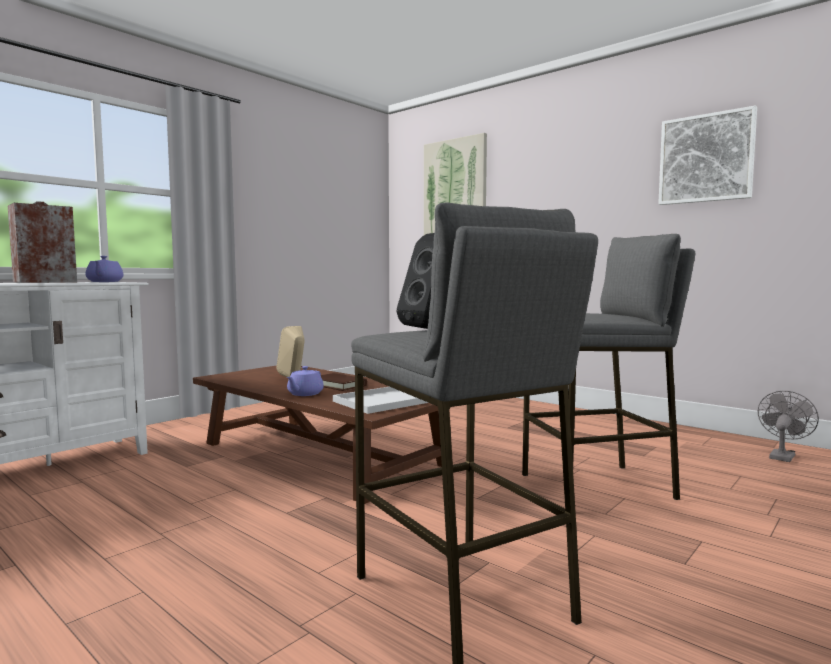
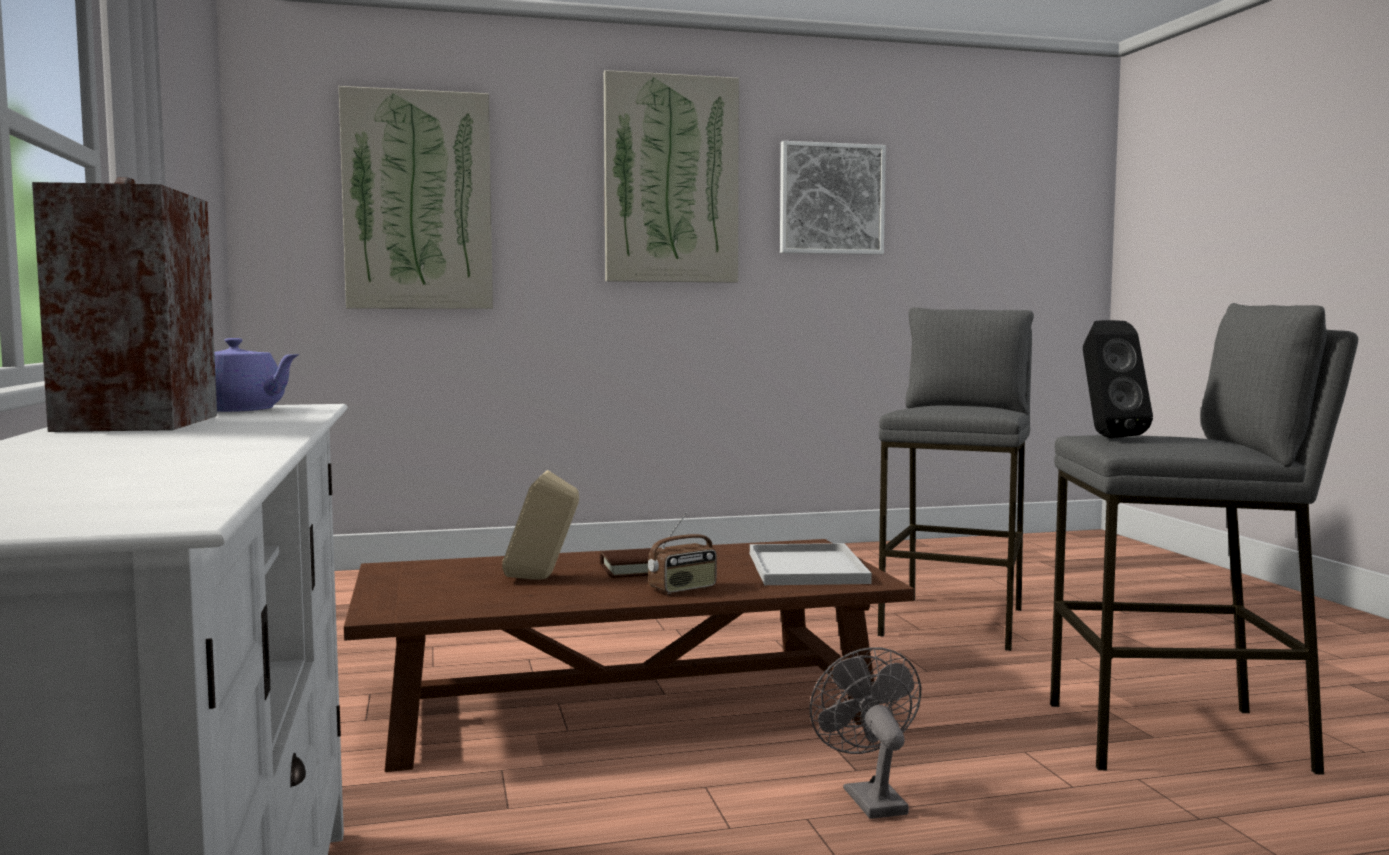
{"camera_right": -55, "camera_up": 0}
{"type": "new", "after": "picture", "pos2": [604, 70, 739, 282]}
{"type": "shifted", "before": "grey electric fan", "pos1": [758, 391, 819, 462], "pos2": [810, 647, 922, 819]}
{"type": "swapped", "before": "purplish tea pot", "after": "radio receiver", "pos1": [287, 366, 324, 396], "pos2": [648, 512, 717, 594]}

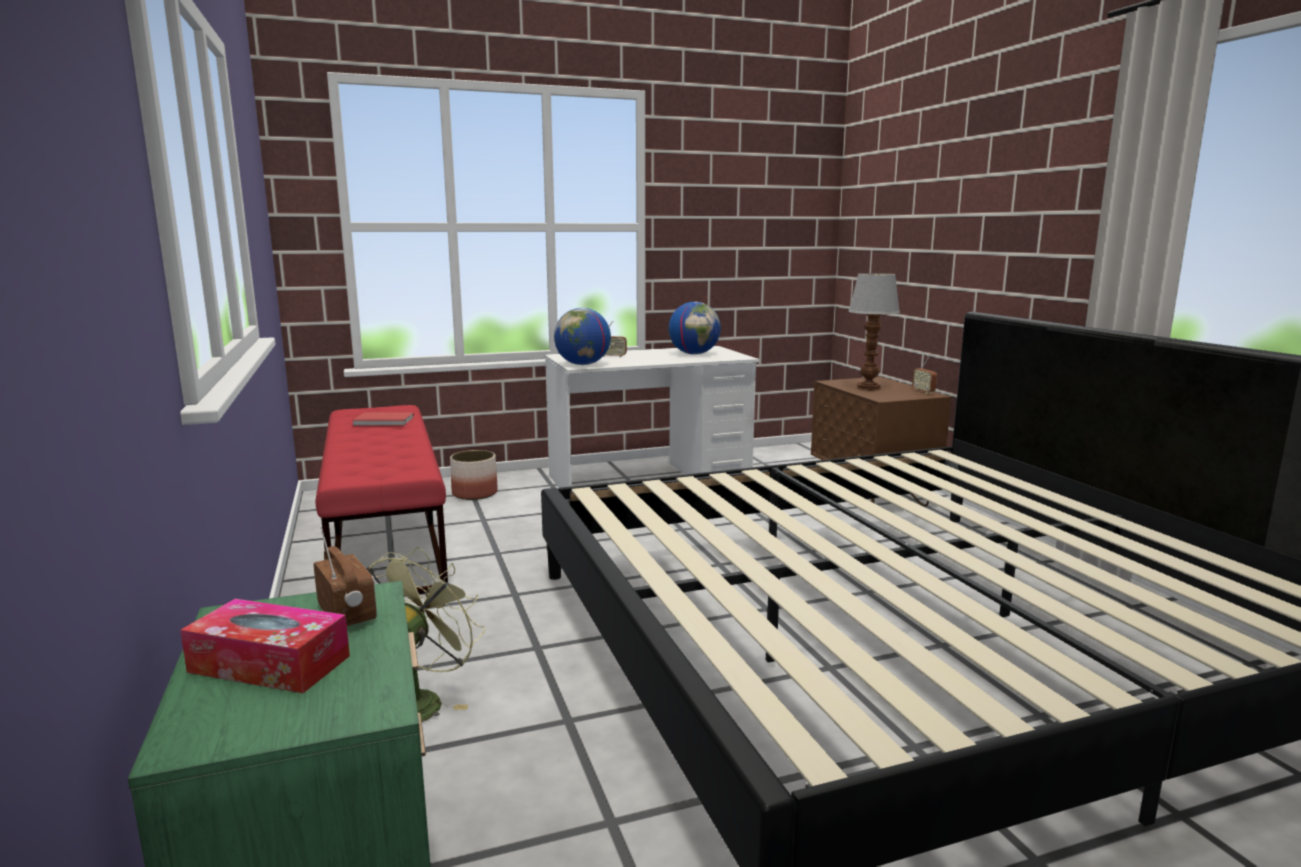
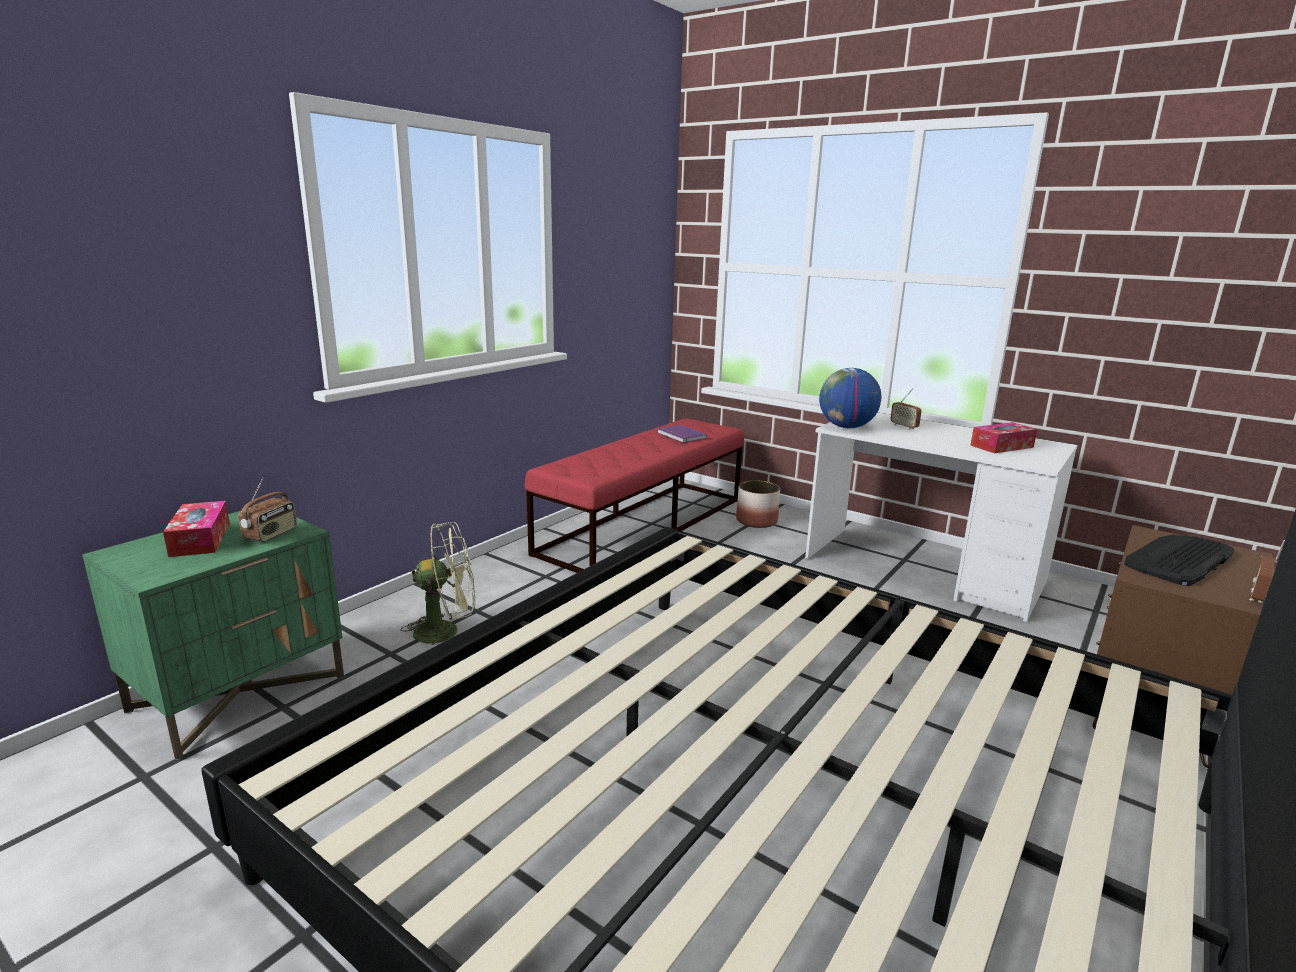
{"camera_right": 55, "camera_up": 5}
{"type": "swapped", "before": "globe", "after": "box of tissues", "pos1": [669, 302, 721, 355], "pos2": [970, 422, 1037, 453]}
{"type": "swapped", "before": "tabletop lamp", "after": "keyboard", "pos1": [848, 273, 900, 391], "pos2": [1124, 535, 1235, 586]}
{"type": "repainted", "before": "reddish book", "after": "purplish book", "pos1": [352, 412, 414, 426], "pos2": [657, 425, 707, 443]}

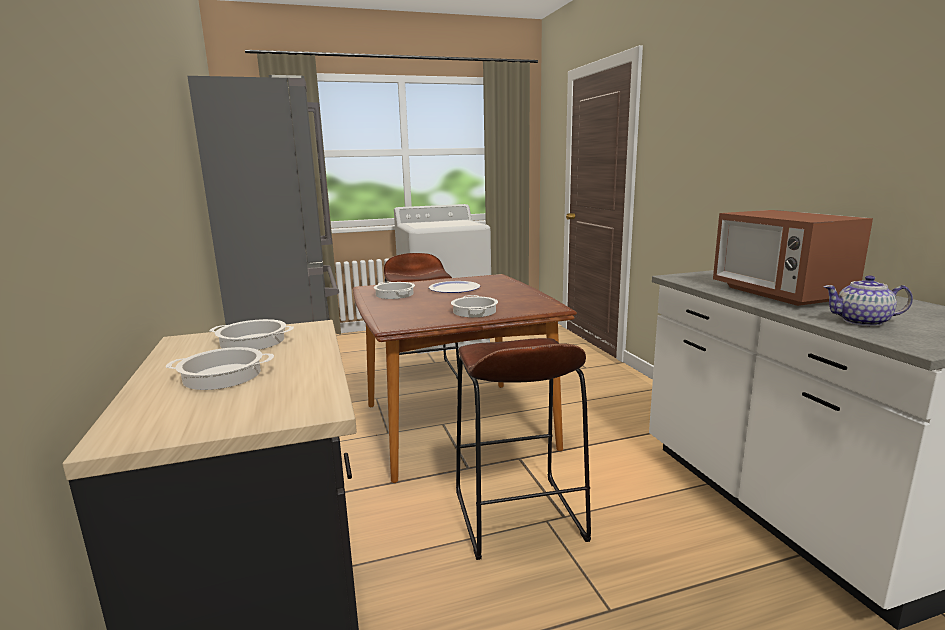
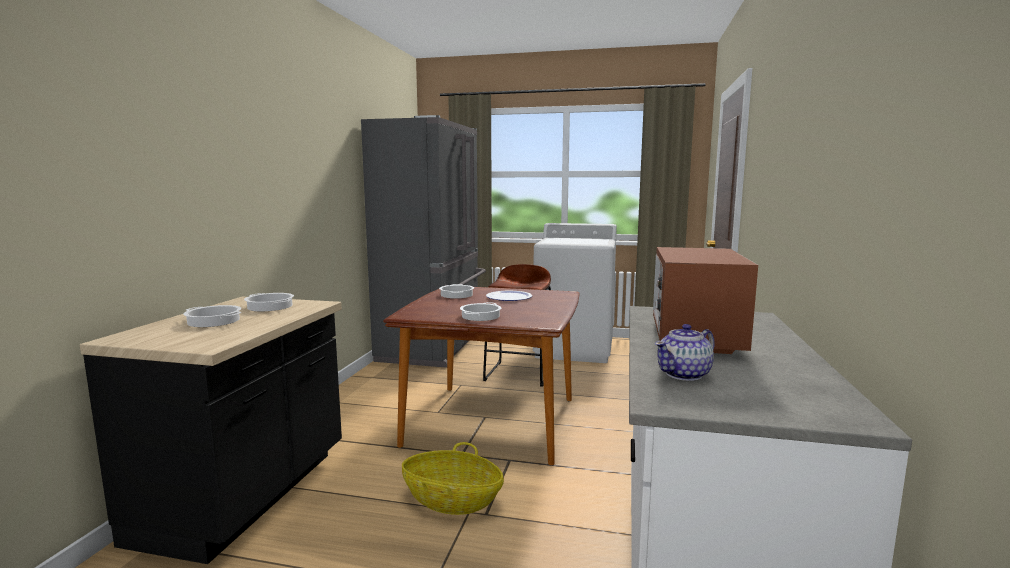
{"camera_right": 30, "camera_up": -5}
{"type": "swapped", "before": "brown stool seat", "after": "household basket", "pos1": [456, 338, 591, 560], "pos2": [402, 442, 504, 515]}
{"type": "rotated", "before": "tea pot", "pos1": [823, 275, 913, 327], "pos2": [655, 324, 714, 381], "turn": -75}

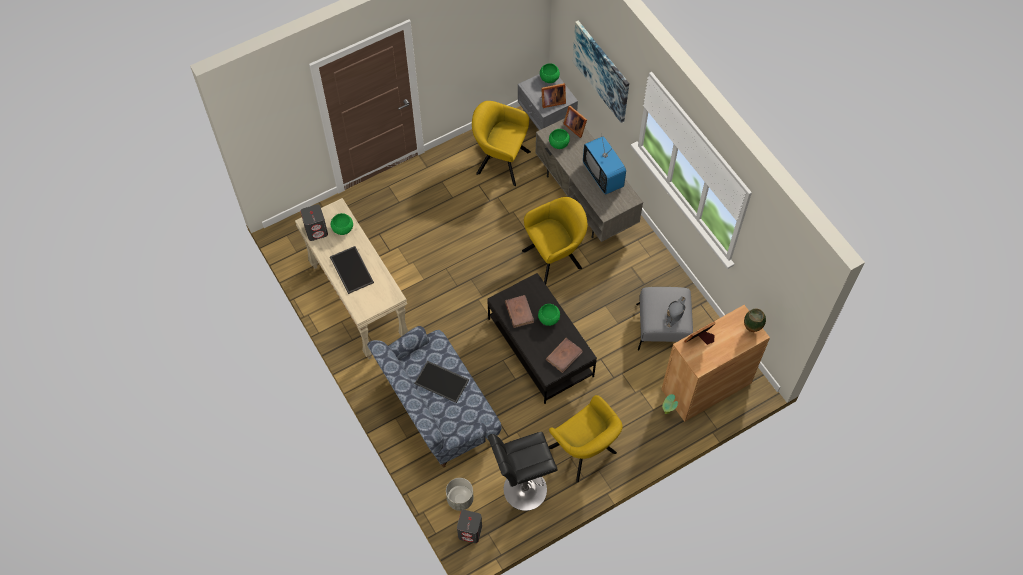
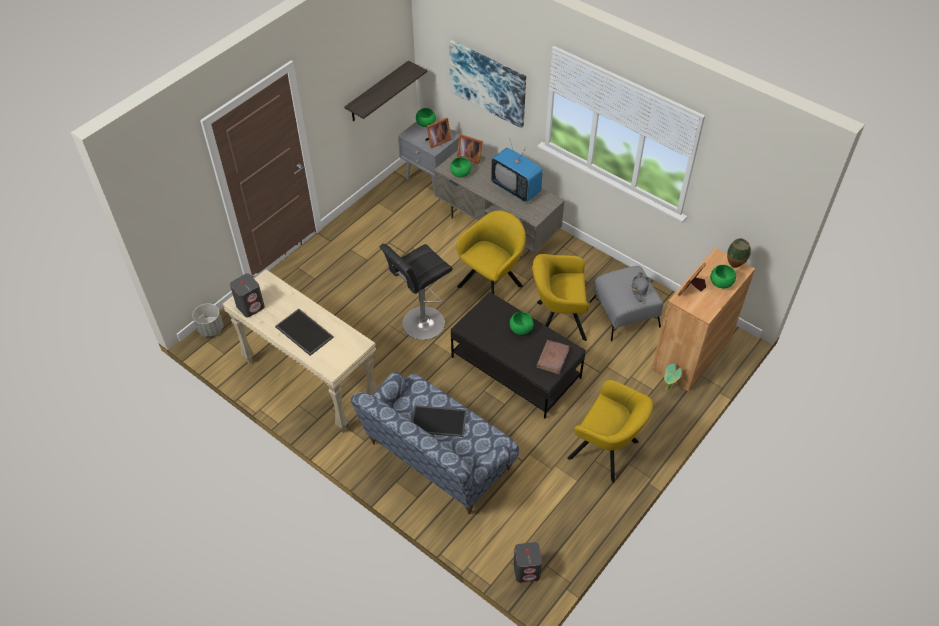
{"camera_right": -20, "camera_up": -10}
{"type": "gone", "before": "brown book", "pos1": [505, 295, 534, 328]}
{"type": "new", "after": "bracket shelf", "pos2": [344, 61, 427, 122]}
{"type": "shifted", "before": "green-coloured serving bowl", "pos1": [331, 213, 353, 235], "pos2": [710, 265, 736, 288]}
{"type": "shifted", "before": "grey plant pot", "pos1": [446, 478, 474, 511], "pos2": [193, 304, 223, 337]}
{"type": "shifted", "before": "yellow-coloured easy chair", "pos1": [472, 101, 531, 186], "pos2": [532, 254, 589, 341]}
{"type": "shifted", "before": "blackish stool seat", "pos1": [488, 432, 558, 511], "pos2": [380, 244, 452, 340]}

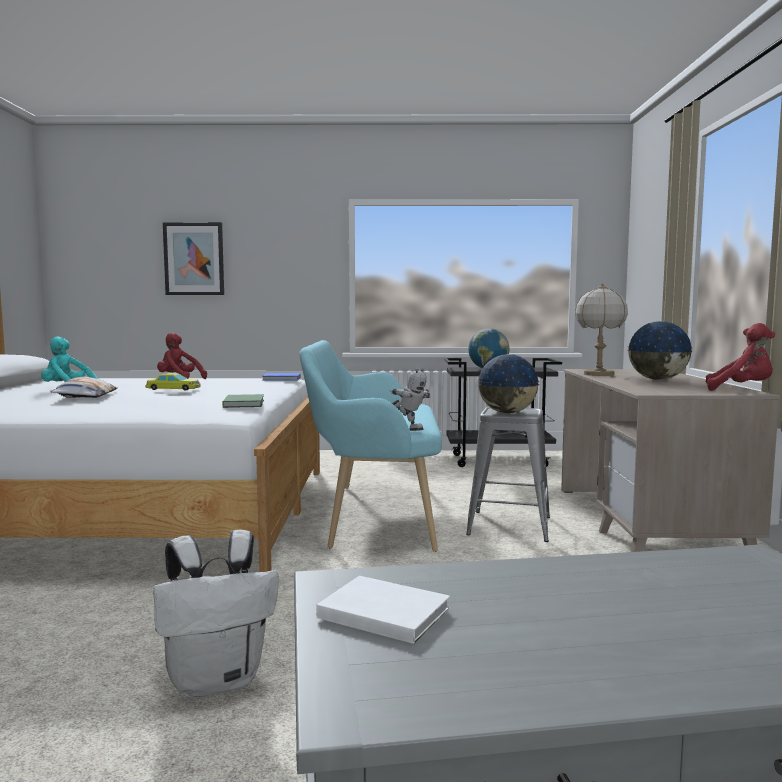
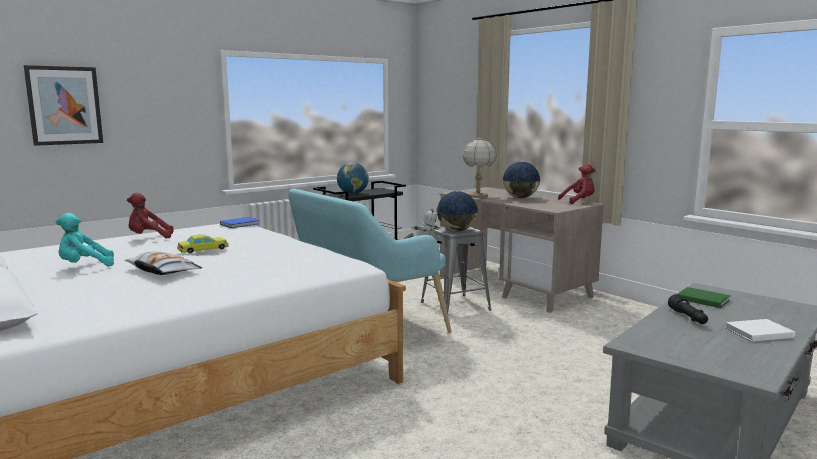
{"camera_right": -40, "camera_up": 5}
{"type": "gone", "before": "white-coloured rucksack", "pos1": [153, 530, 279, 698]}
{"type": "new", "after": "blackish flashlight", "pos2": [668, 294, 708, 324]}
{"type": "shifted", "before": "green-coloured book", "pos1": [222, 394, 264, 408], "pos2": [677, 287, 731, 308]}
{"type": "shifted", "before": "white-coloured book", "pos1": [316, 576, 450, 644], "pos2": [725, 319, 795, 342]}

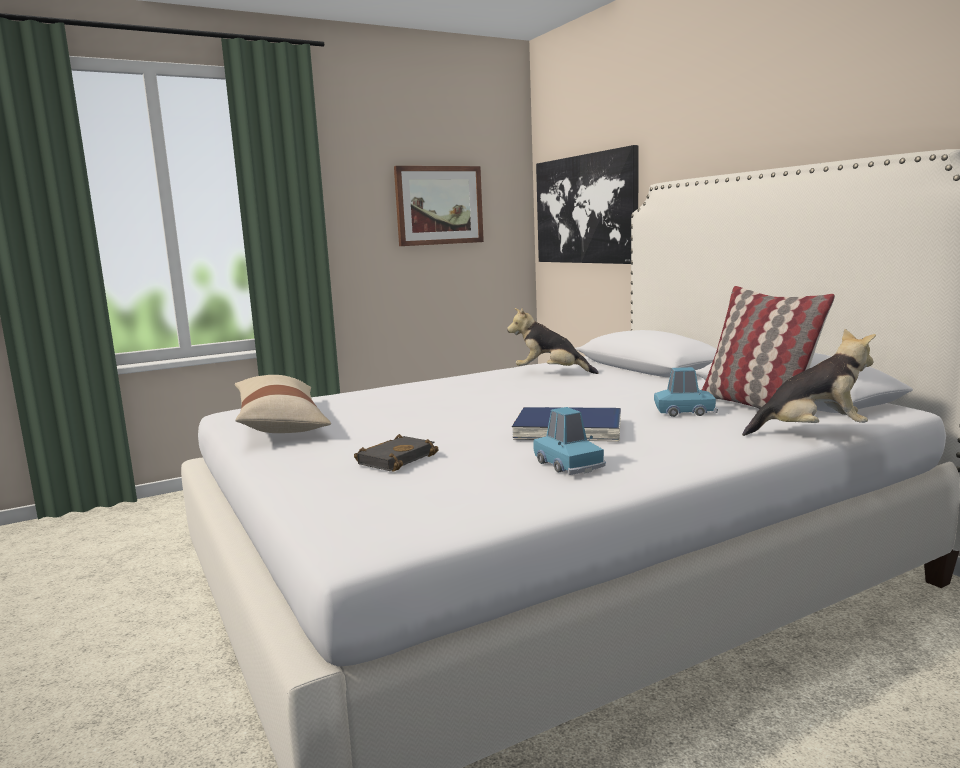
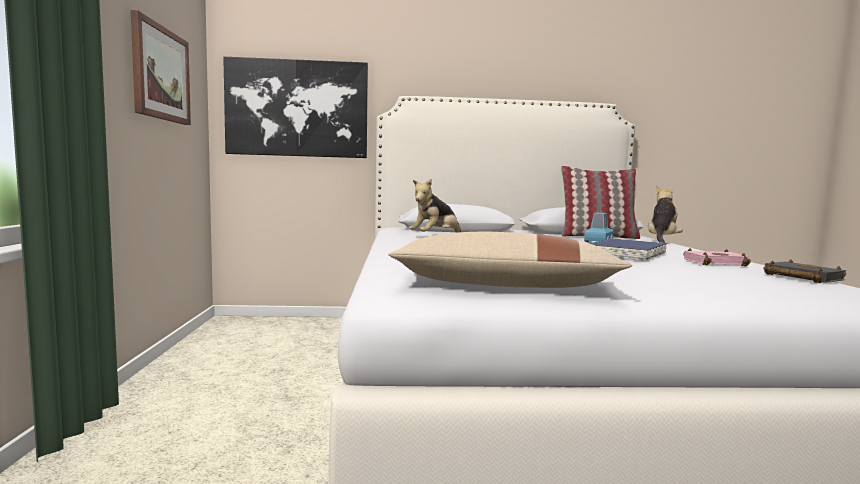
{"camera_right": -65, "camera_up": -5}
{"type": "shifted", "before": "blackish book", "pos1": [354, 434, 439, 472], "pos2": [763, 259, 846, 283]}
{"type": "swapped", "before": "blue-coloured miniature car", "after": "pink book", "pos1": [533, 407, 606, 475], "pos2": [683, 248, 751, 266]}

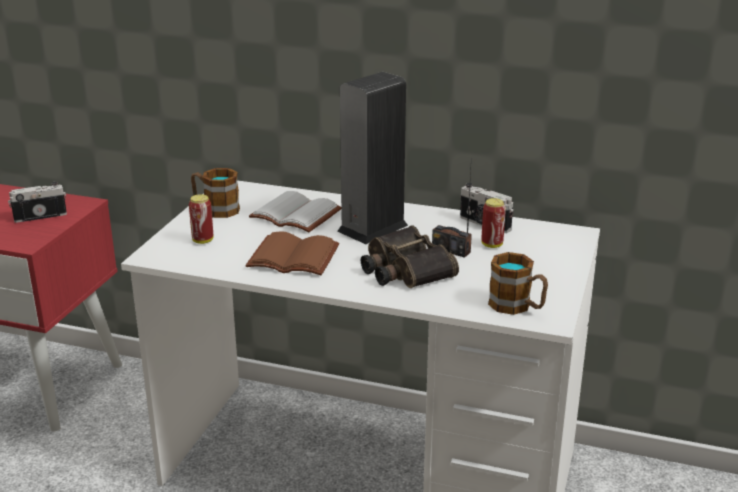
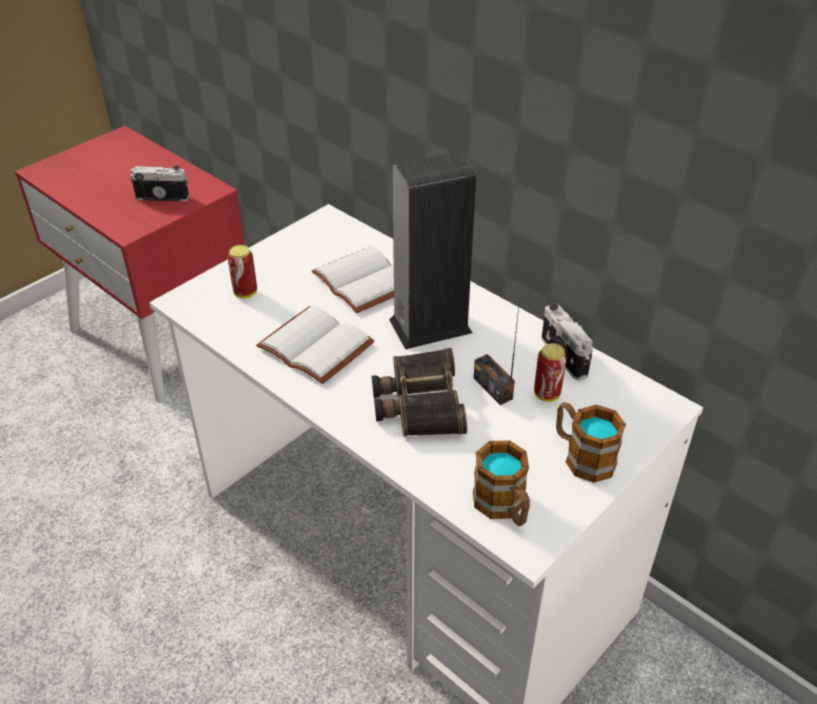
{"camera_right": 25, "camera_up": 15}
{"type": "shifted", "before": "coffee mug", "pos1": [191, 168, 240, 218], "pos2": [556, 402, 626, 483]}
{"type": "repainted", "before": "brown book", "after": "white-coloured book", "pos1": [245, 231, 339, 275], "pos2": [256, 306, 374, 384]}

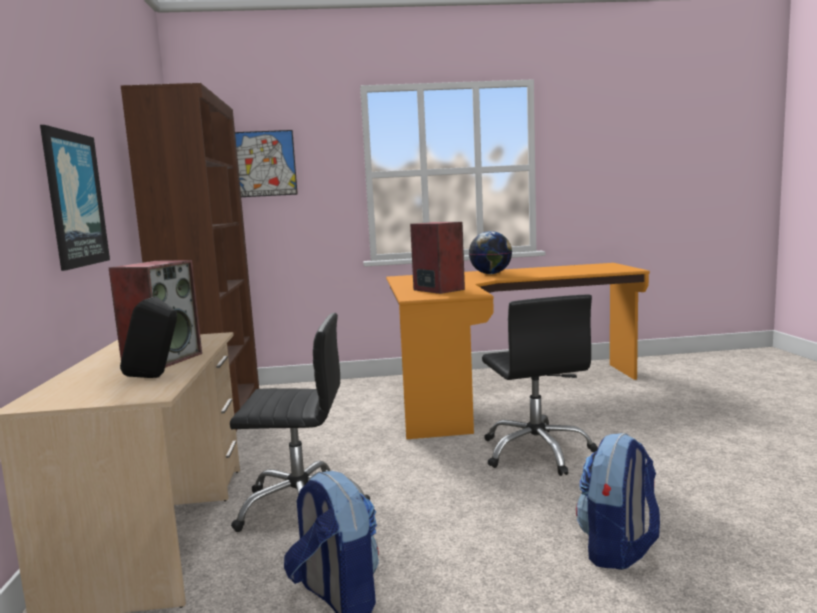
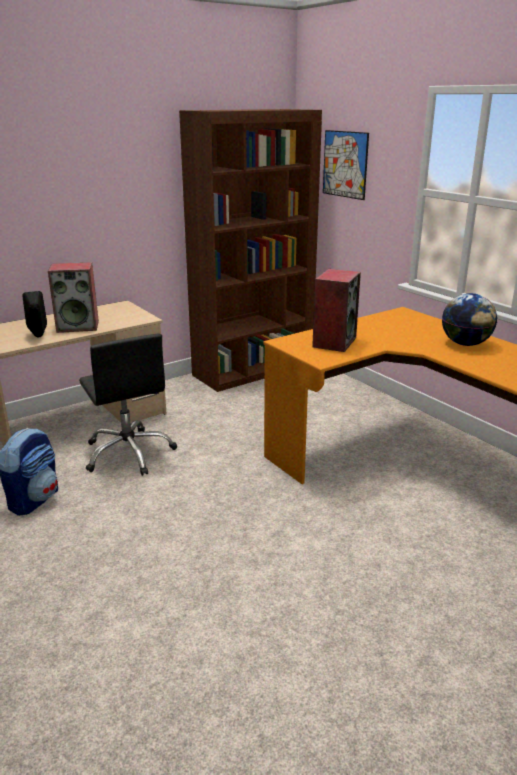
{"camera_right": 60, "camera_up": 15}
{"type": "gone", "before": "picture", "pos1": [40, 125, 110, 271]}
{"type": "gone", "before": "blackish desk chair", "pos1": [482, 295, 598, 476]}
{"type": "gone", "before": "rucksack", "pos1": [576, 433, 660, 570]}

